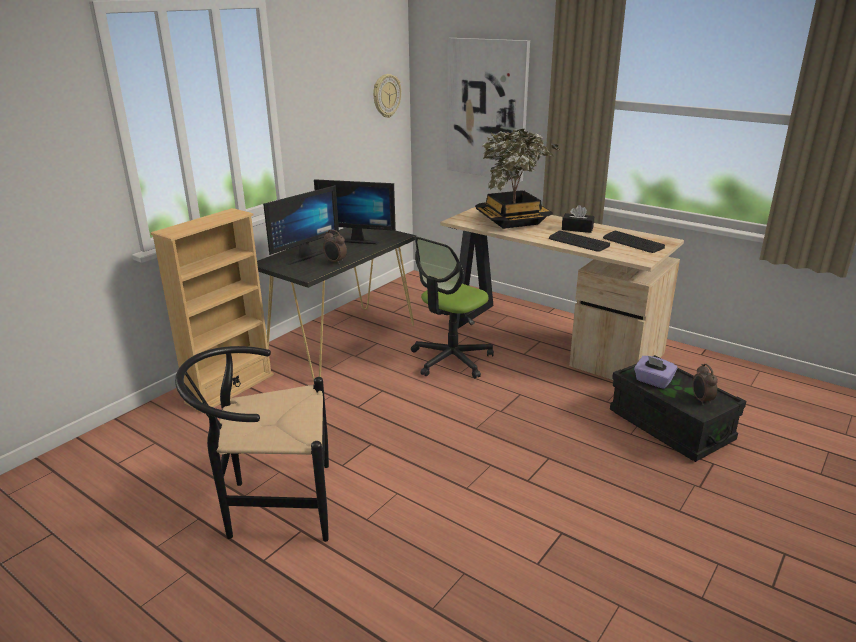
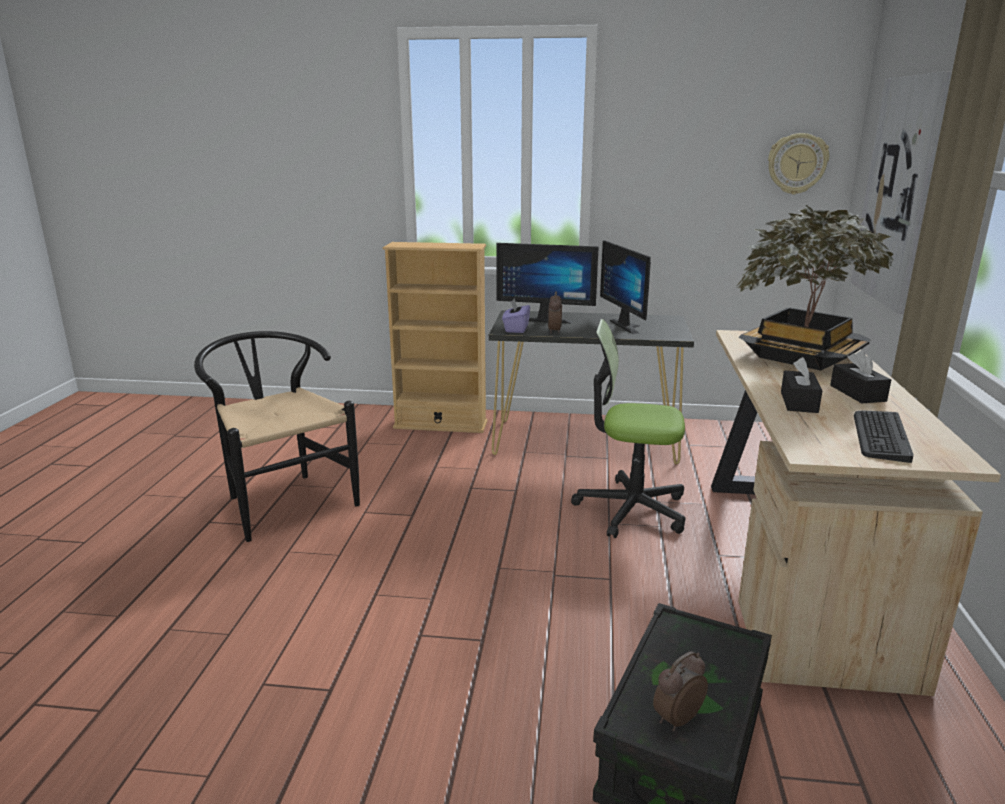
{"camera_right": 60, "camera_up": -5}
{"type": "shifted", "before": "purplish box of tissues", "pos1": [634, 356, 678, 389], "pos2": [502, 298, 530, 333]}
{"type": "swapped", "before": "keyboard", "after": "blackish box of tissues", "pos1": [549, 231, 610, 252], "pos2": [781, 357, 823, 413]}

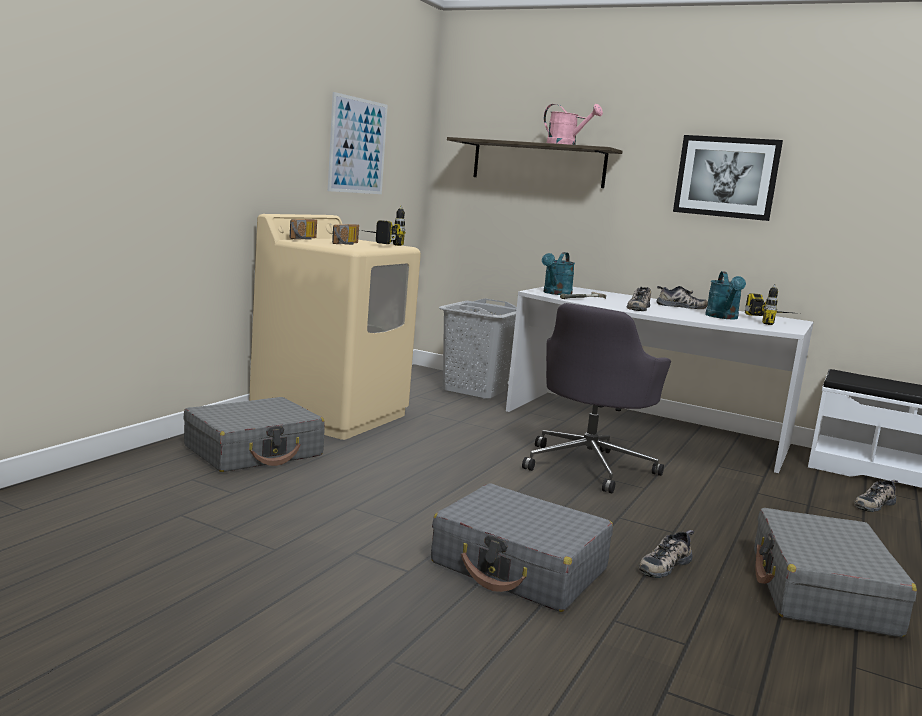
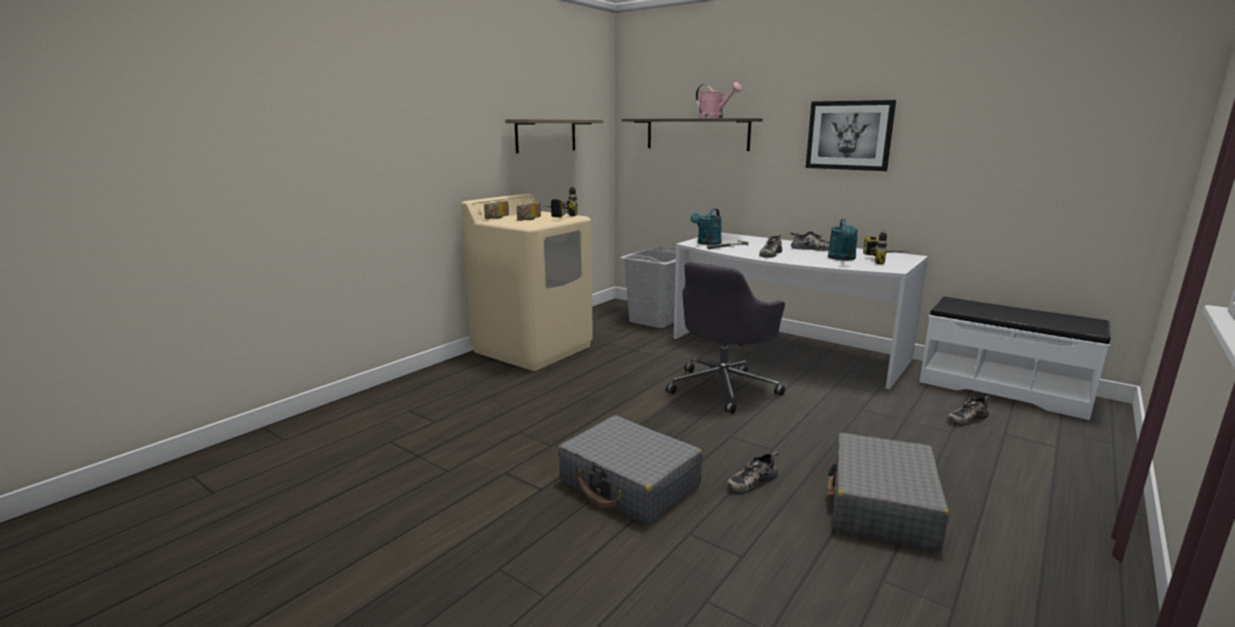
{"camera_right": 10, "camera_up": 5}
{"type": "gone", "before": "grey travel case", "pos1": [183, 397, 325, 472]}
{"type": "swapped", "before": "picture", "after": "bracket shelf", "pos1": [328, 92, 388, 194], "pos2": [505, 119, 603, 153]}

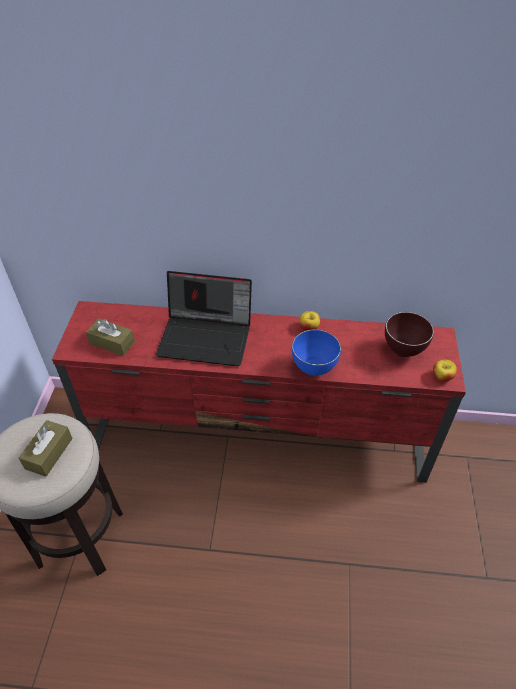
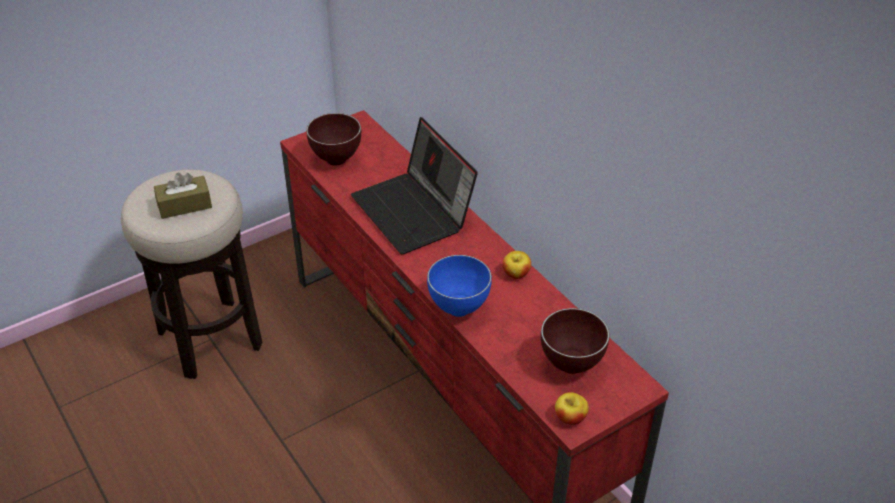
{"camera_right": 50, "camera_up": -5}
{"type": "swapped", "before": "brown box of tissues", "after": "brown serving bowl", "pos1": [86, 318, 135, 356], "pos2": [306, 113, 361, 166]}

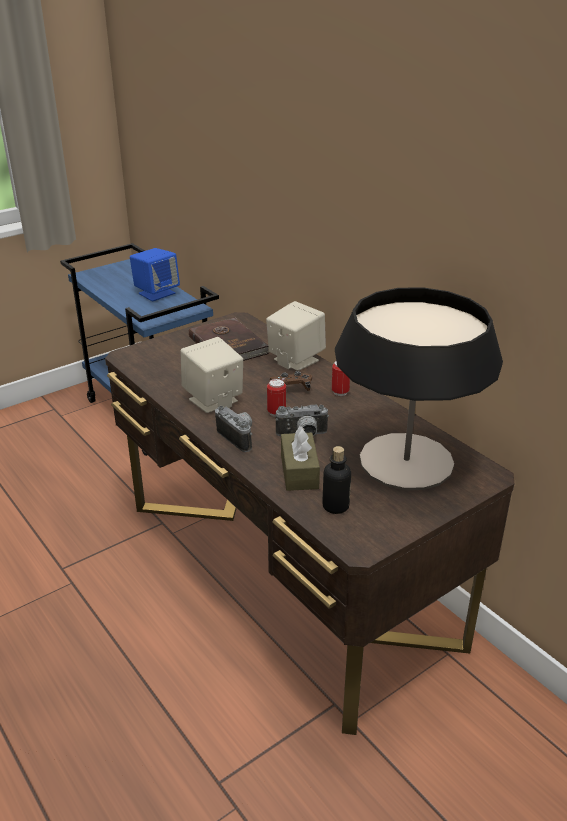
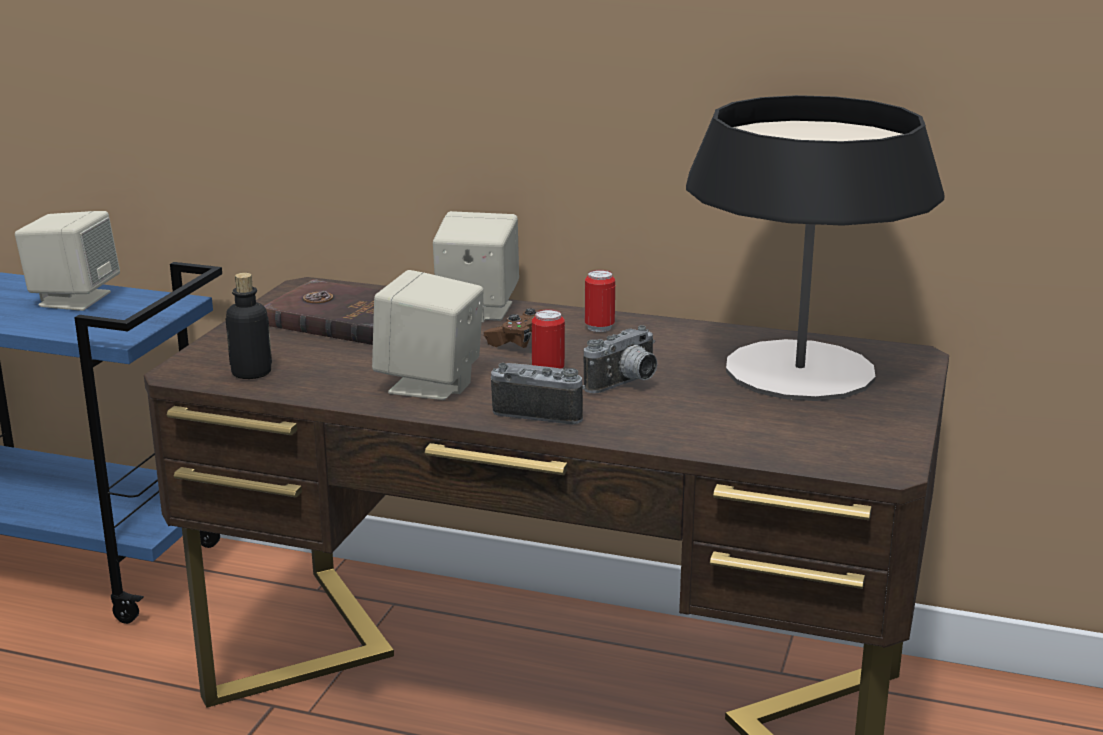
{"camera_right": -35, "camera_up": -10}
{"type": "gone", "before": "brown box of tissues", "pos1": [281, 426, 320, 491]}
{"type": "shifted", "before": "bottle", "pos1": [322, 446, 351, 514], "pos2": [226, 273, 272, 379]}
{"type": "repainted", "before": "blue-coloured speaker", "after": "beige speaker", "pos1": [130, 248, 180, 301], "pos2": [15, 211, 120, 311]}

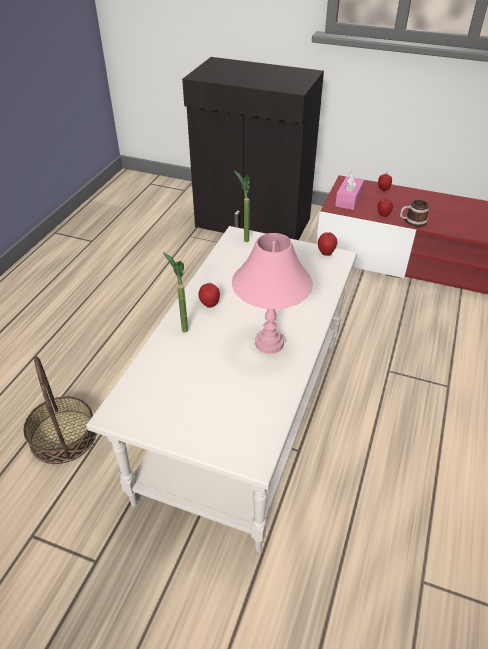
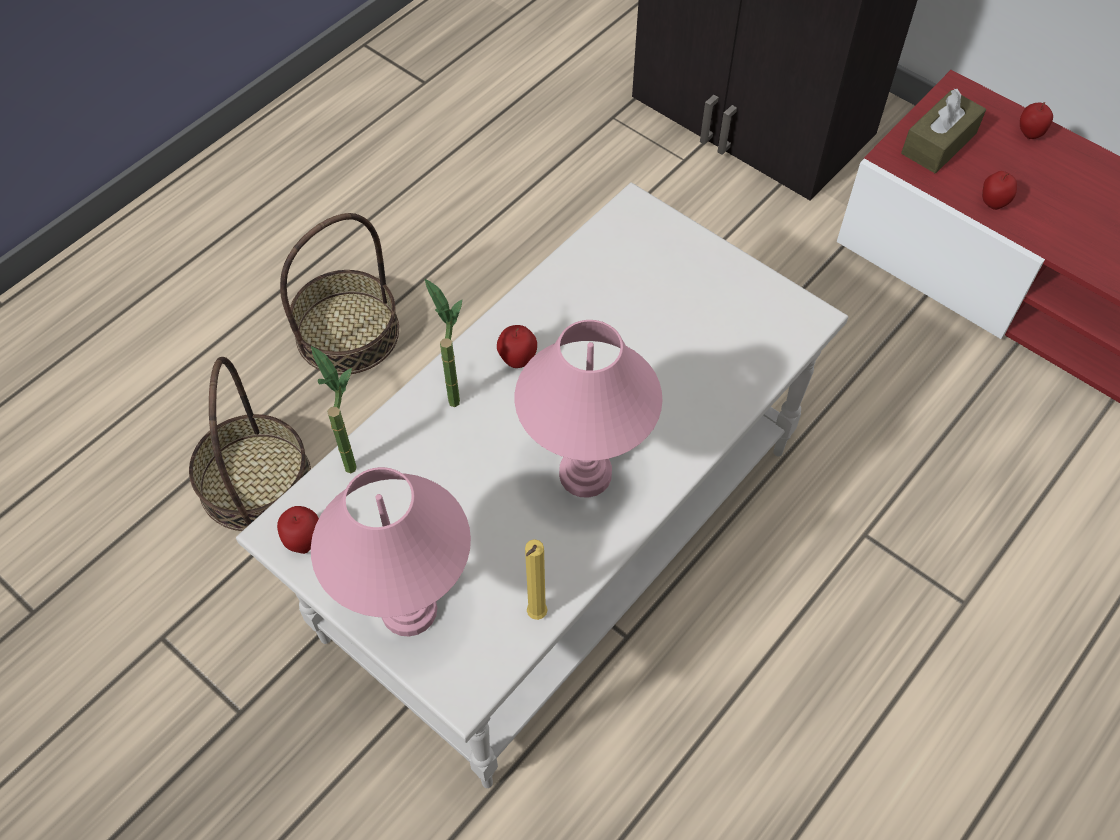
{"camera_right": 20, "camera_up": 15}
{"type": "gone", "before": "coffee mug", "pos1": [400, 200, 429, 227]}
{"type": "new", "after": "household basket", "pos2": [280, 213, 399, 375]}
{"type": "new", "after": "pink tabletop lamp", "pos2": [311, 467, 471, 637]}
{"type": "new", "after": "yellow-coloured wax candle", "pos2": [525, 539, 548, 620]}
{"type": "shifted", "before": "houseplant", "pos1": [234, 170, 250, 242], "pos2": [311, 346, 357, 473]}
{"type": "shifted", "before": "apple fruit", "pos1": [318, 232, 338, 256], "pos2": [277, 506, 319, 554]}
{"type": "repainted", "before": "pink box of tissues", "after": "brown box of tissues", "pos1": [335, 171, 364, 210], "pos2": [901, 89, 986, 173]}

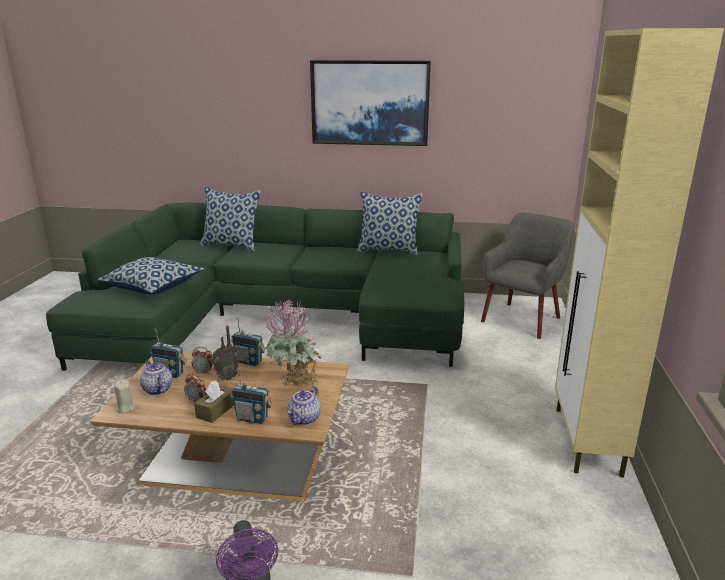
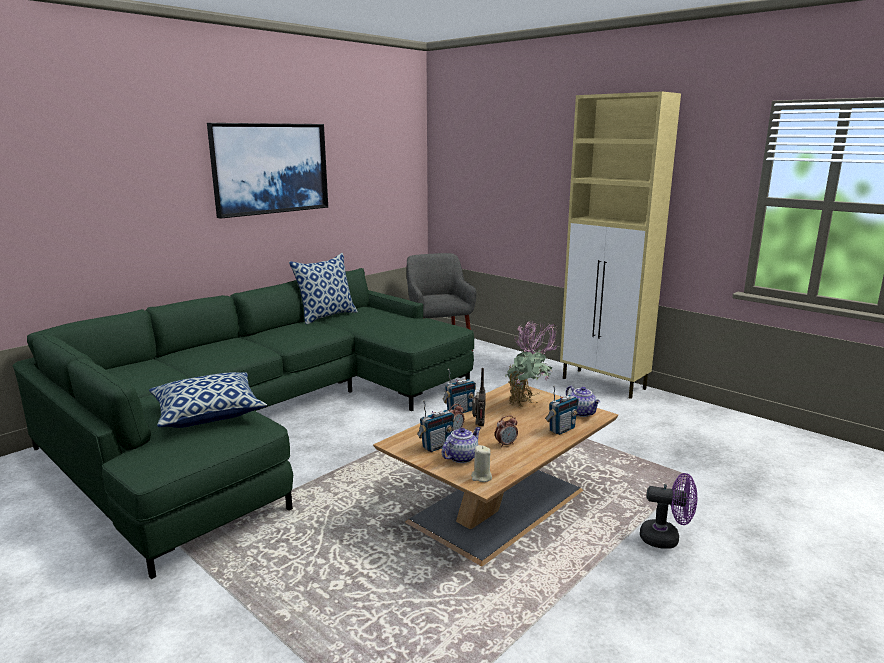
{"camera_right": -55, "camera_up": -5}
{"type": "gone", "before": "brown box of tissues", "pos1": [194, 381, 234, 423]}
{"type": "gone", "before": "cushion", "pos1": [200, 187, 261, 251]}
{"type": "rotated", "before": "tea pot", "pos1": [140, 360, 172, 395], "pos2": [442, 427, 481, 463], "turn": 135}

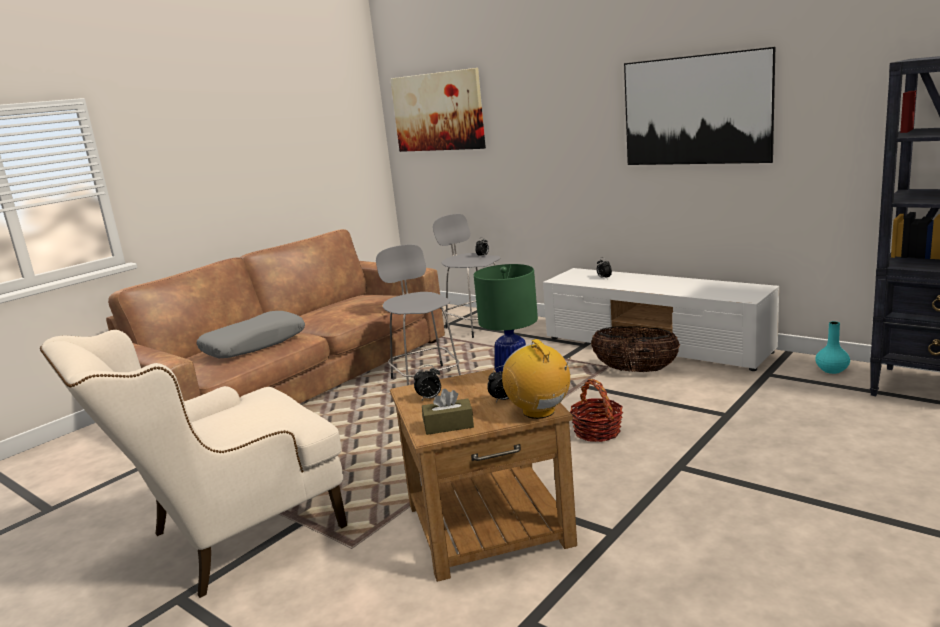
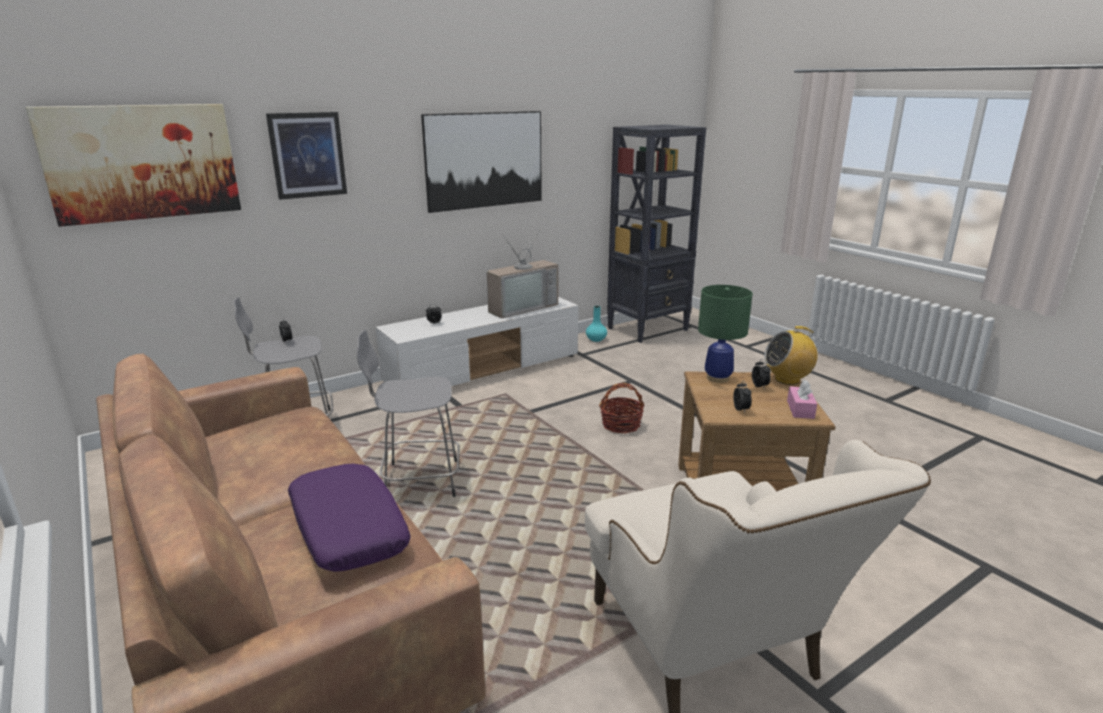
{"camera_right": -75, "camera_up": 5}
{"type": "gone", "before": "household basket", "pos1": [591, 326, 680, 372]}
{"type": "new", "after": "picture", "pos2": [266, 112, 347, 200]}
{"type": "new", "after": "TV", "pos2": [487, 228, 559, 318]}
{"type": "repainted", "before": "grey cushion", "after": "purplish cushion", "pos1": [197, 311, 305, 358], "pos2": [288, 464, 410, 572]}
{"type": "repainted", "before": "brown box of tissues", "after": "pink box of tissues", "pos1": [422, 389, 474, 435], "pos2": [787, 380, 817, 419]}

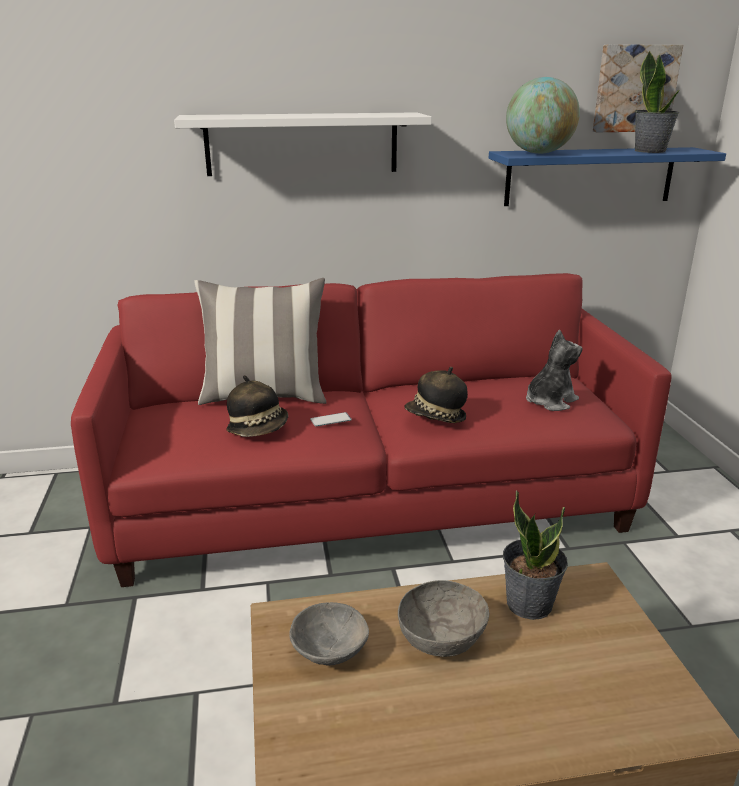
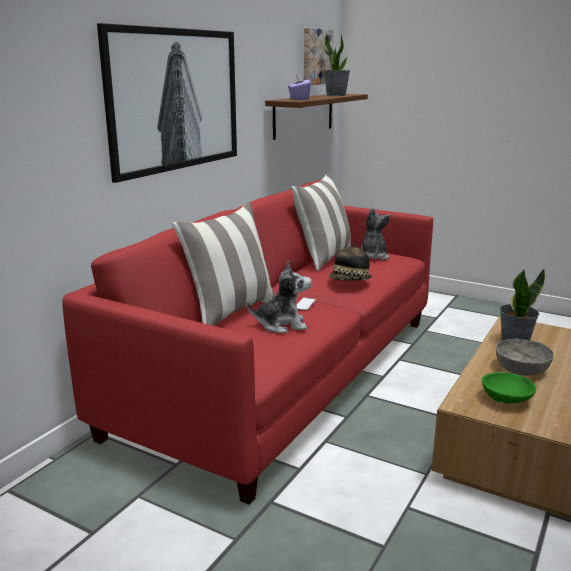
{"camera_right": -50, "camera_up": -5}
{"type": "new", "after": "cushion", "pos2": [291, 172, 351, 271]}
{"type": "swapped", "before": "white-coloured bracket shelf", "after": "picture", "pos1": [174, 112, 432, 176], "pos2": [97, 23, 237, 183]}
{"type": "swapped", "before": "wearable hat", "after": "cuddly toy", "pos1": [226, 375, 288, 437], "pos2": [247, 261, 312, 333]}
{"type": "swapped", "before": "globe", "after": "purplish box of tissues", "pos1": [506, 77, 580, 154], "pos2": [288, 74, 311, 100]}
{"type": "repainted", "before": "grey serving bowl", "after": "green-coloured serving bowl", "pos1": [289, 602, 369, 666], "pos2": [482, 372, 536, 403]}
{"type": "repainted", "before": "blue-coloured bracket shelf", "after": "brown bracket shelf", "pos1": [489, 147, 726, 206], "pos2": [265, 94, 368, 140]}

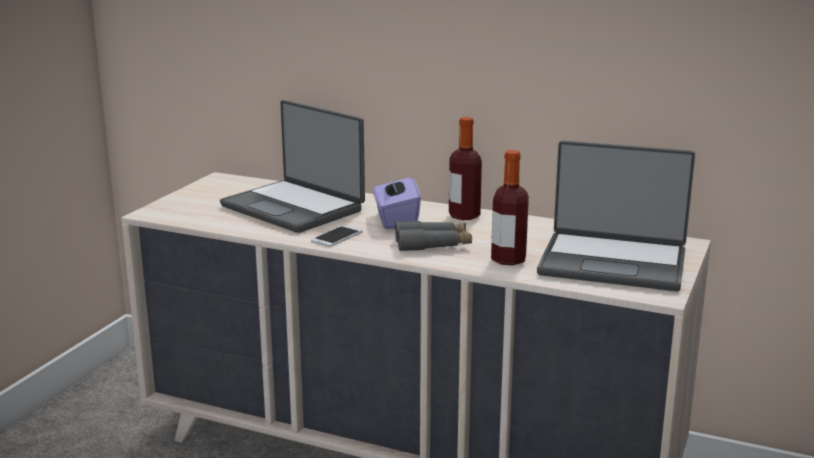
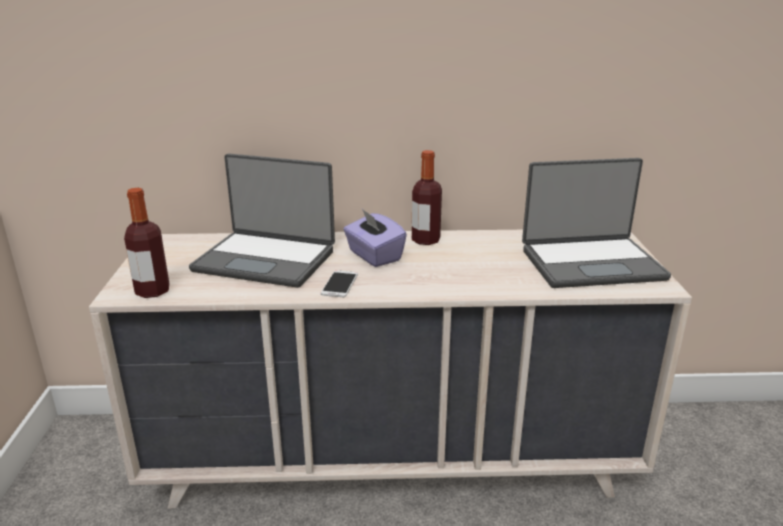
{"camera_right": -25, "camera_up": 5}
{"type": "gone", "before": "grey binoculars", "pos1": [395, 221, 472, 251]}
{"type": "shifted", "before": "bottle", "pos1": [491, 150, 529, 265], "pos2": [124, 188, 169, 298]}

